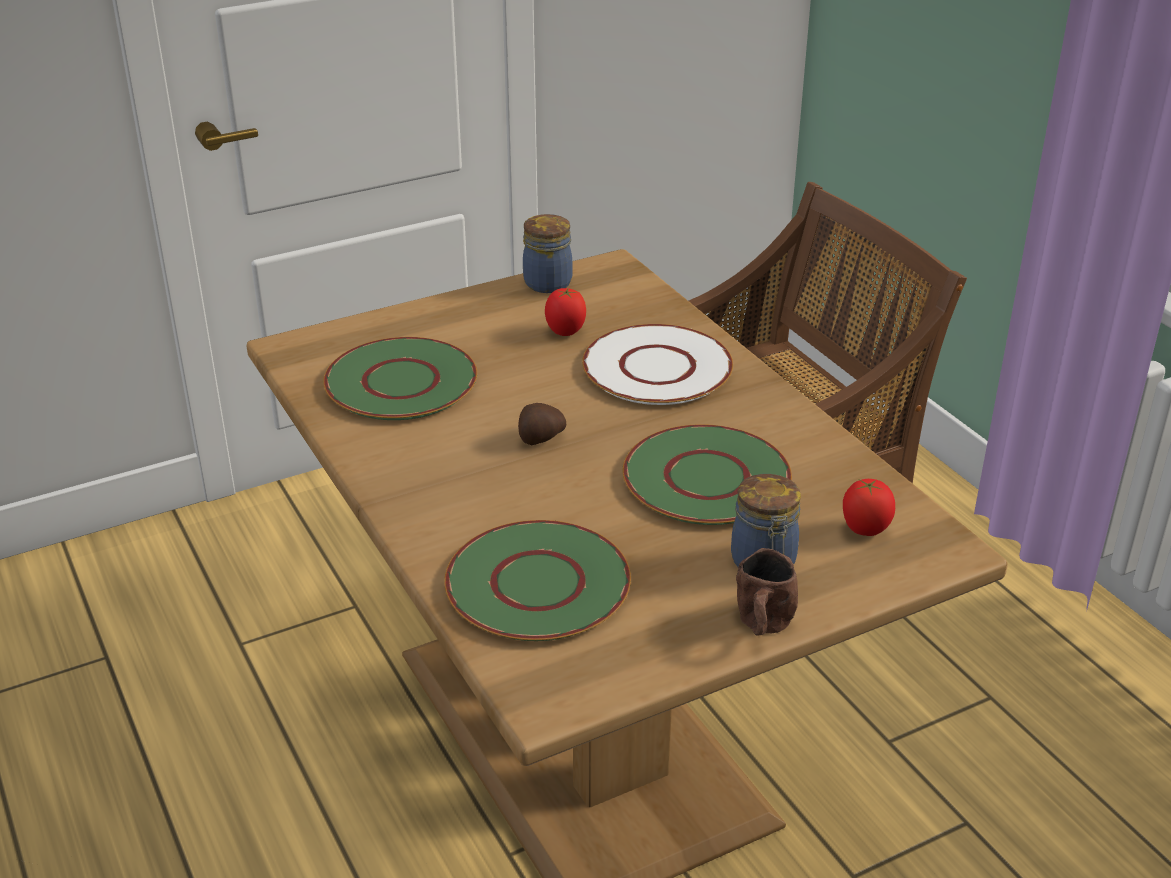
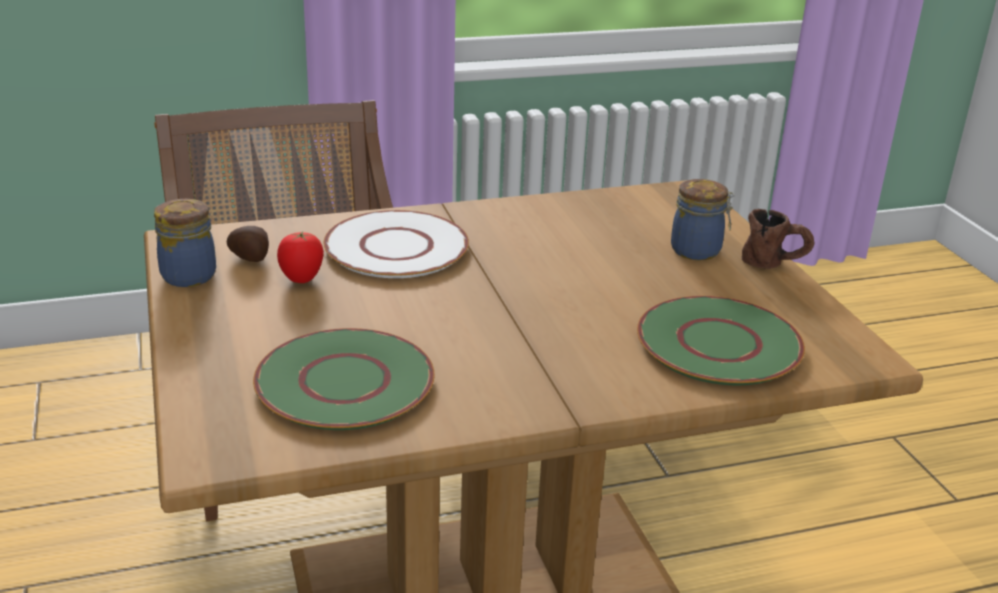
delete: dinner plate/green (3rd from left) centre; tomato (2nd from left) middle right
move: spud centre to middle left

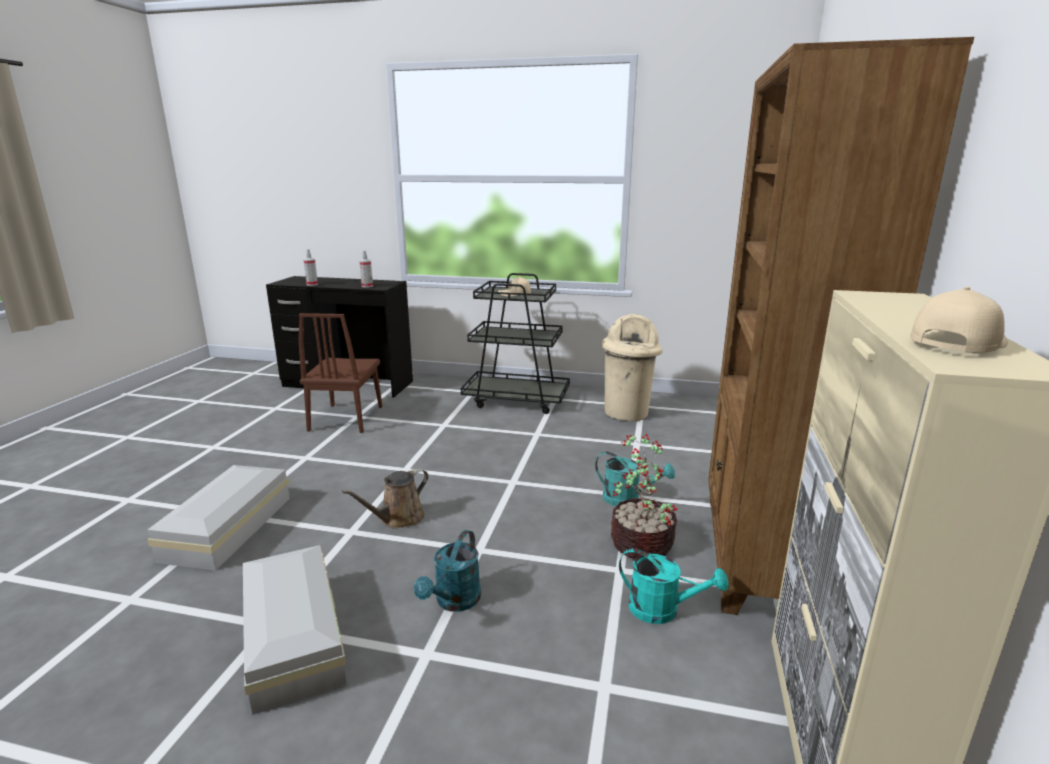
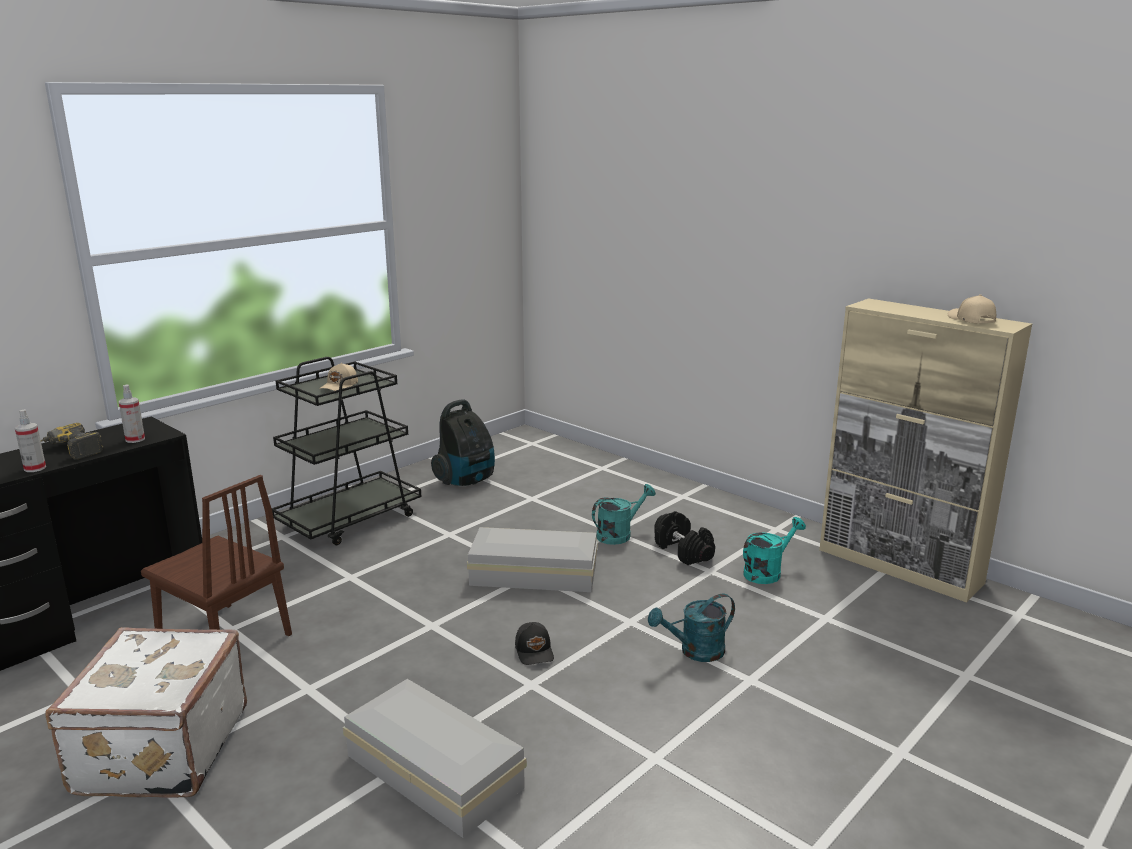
delete: bookcase/brown middle right
insert: drill middle left; piece of luggage/white-coloured bottom left
move: storage bin/white-coloured (2nd from left) bottom left to centre
replace: watering pot/brown centre to baseball cap/black-coloured bottom centre; waste bin/beige centre to vacuum cleaner centre; houseplant centre to hand weight/black-coloured centre
rotate: watering pot/turquoise-coloured (1st from left in the first image) bottom centre = bottom centre 105 degrees clockwise

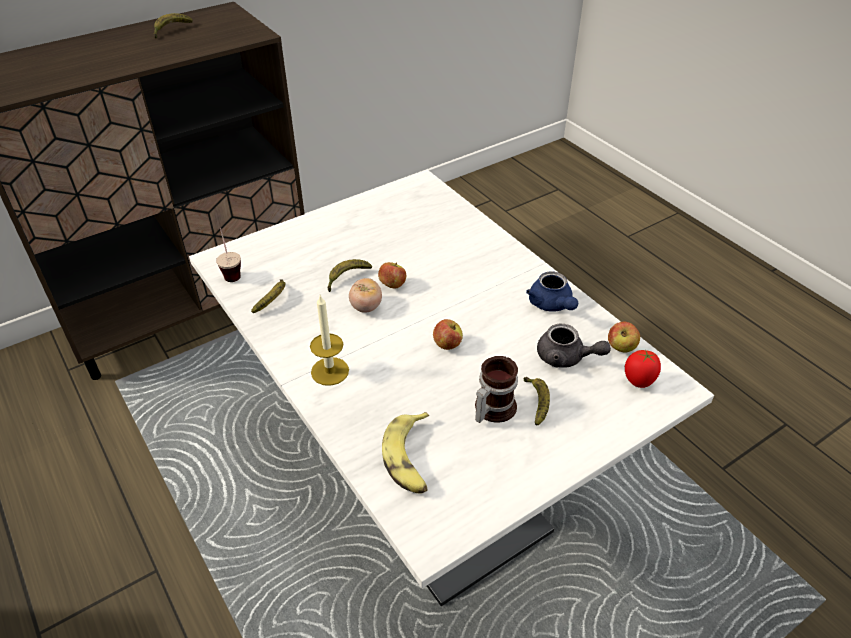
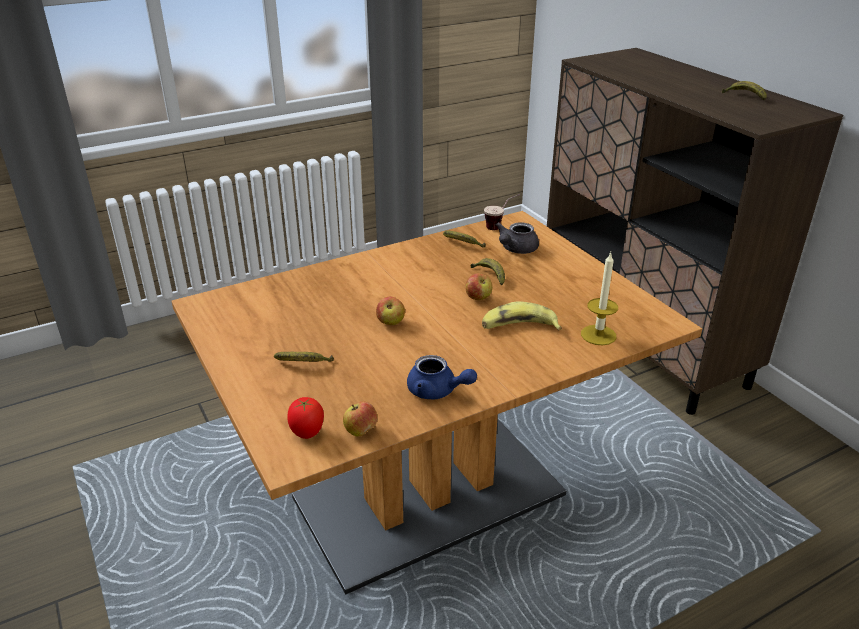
delete: tomato (1st from left) centre; coffee mug centre
move: wax candle centre to middle right; banana fruit (4th from left) bottom centre to centre; teapot/gray middle right to centre
recolor: dinner table/white-coloured centre to dinner table/brown centre
rotate: teapot/bluish centre = centre 135 degrees counterclockwise

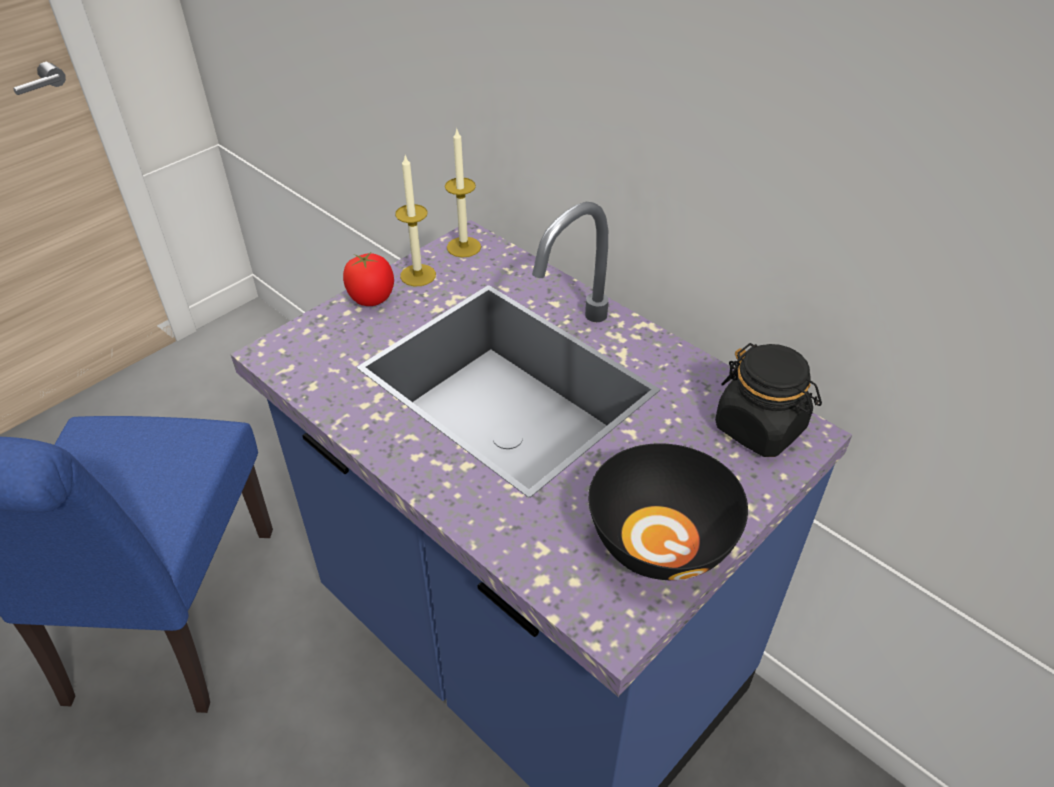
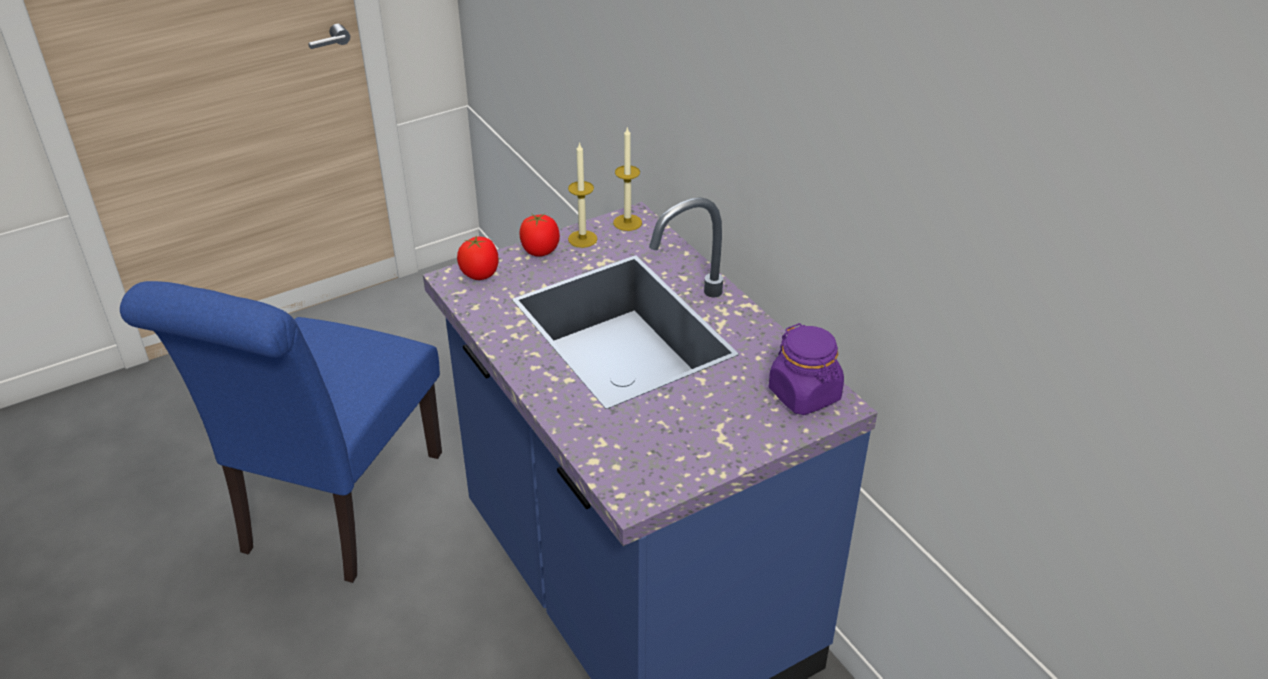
delete: deep dish/black-coloured centre
insert: tomato (1st from left) centre
recolor: preserve jar/black-coloured middle right to preserve jar/purple-coloured centre

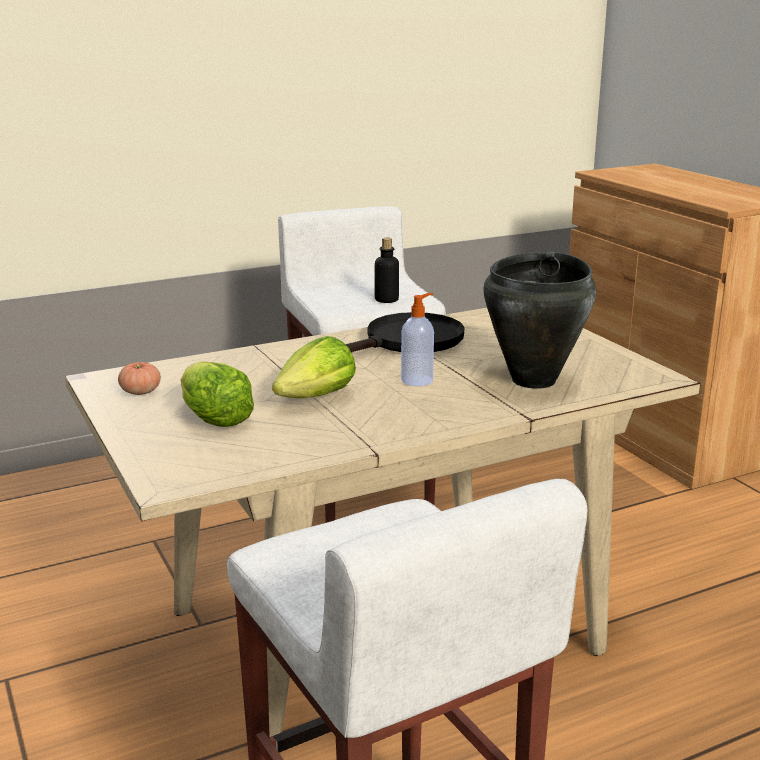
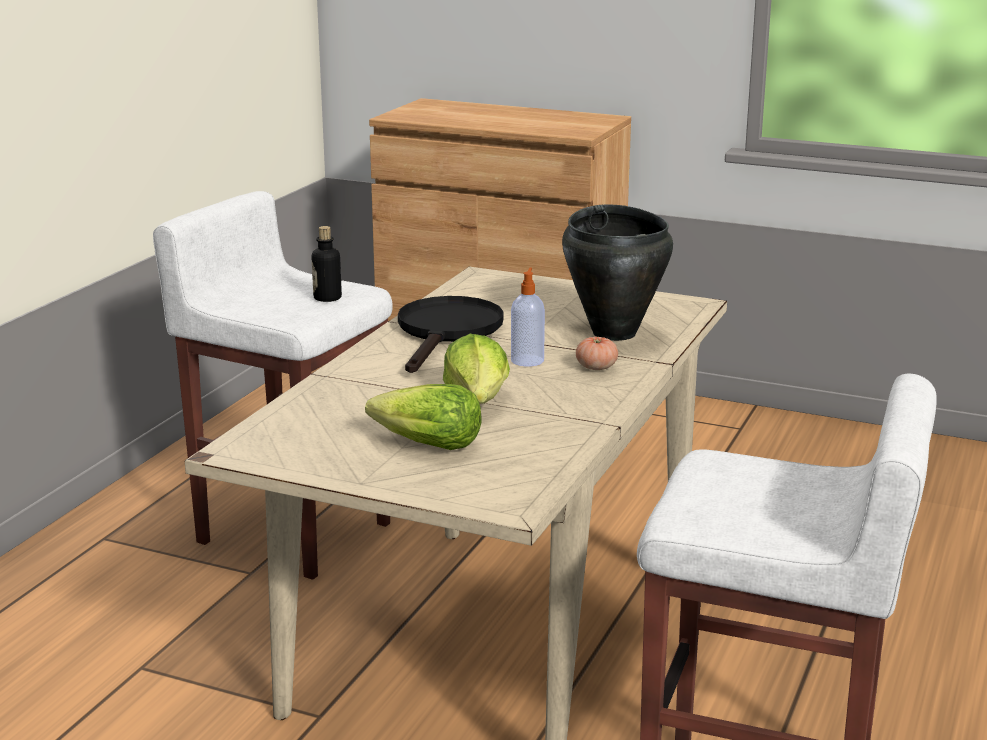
move: tomato middle left to centre

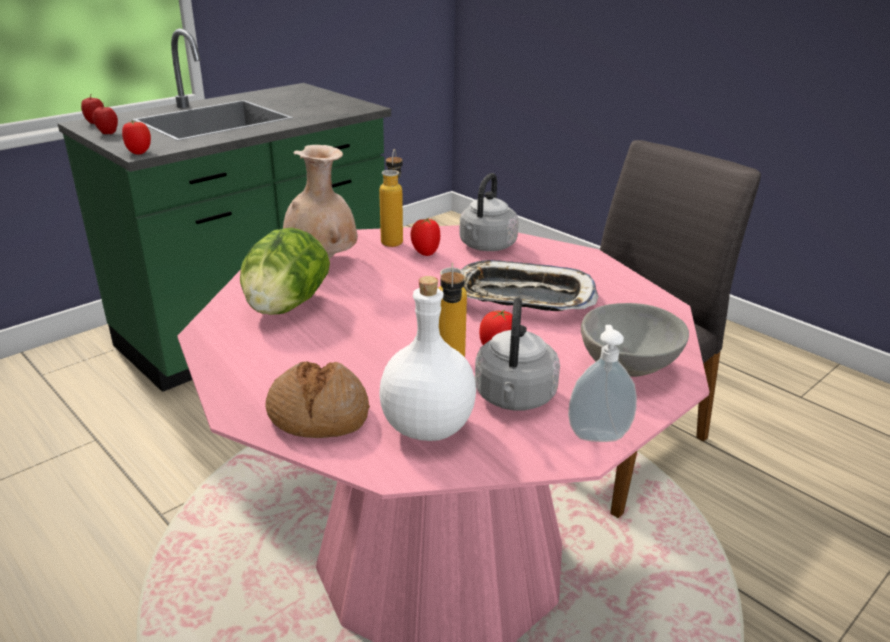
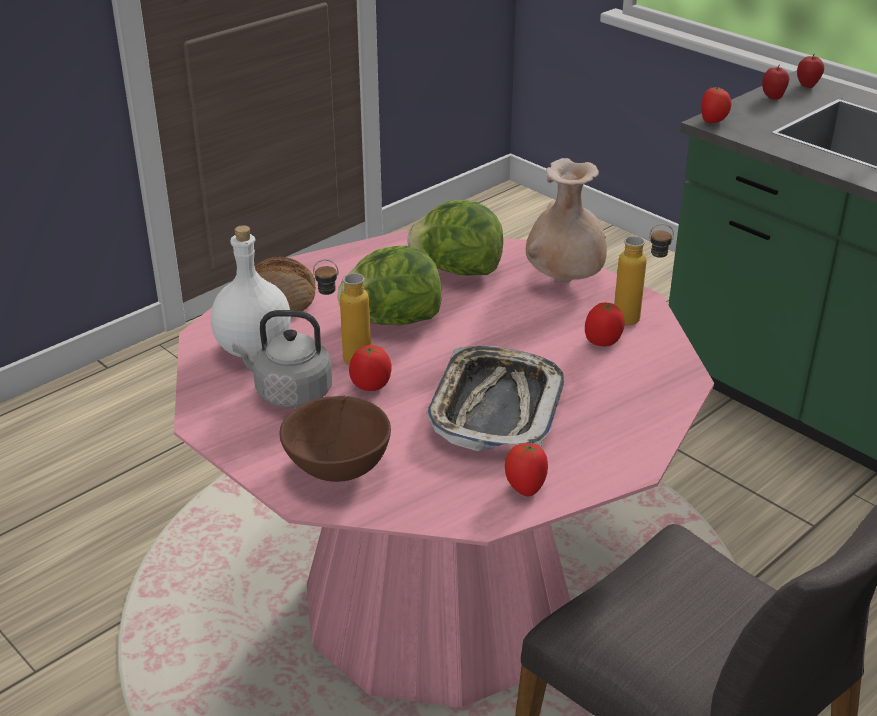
delete: water kettle/gray (1st from left) top centre; soap bottle middle right
insert: head of lettuce (1st from left) centre; tomato (2nd from left) centre
recolor: deep dish/gray middle right to deep dish/brown centre

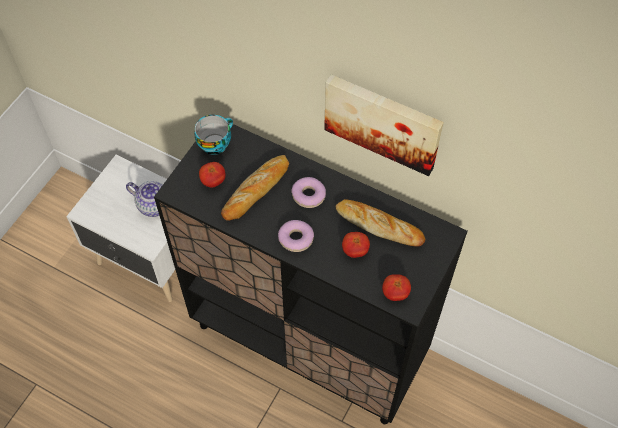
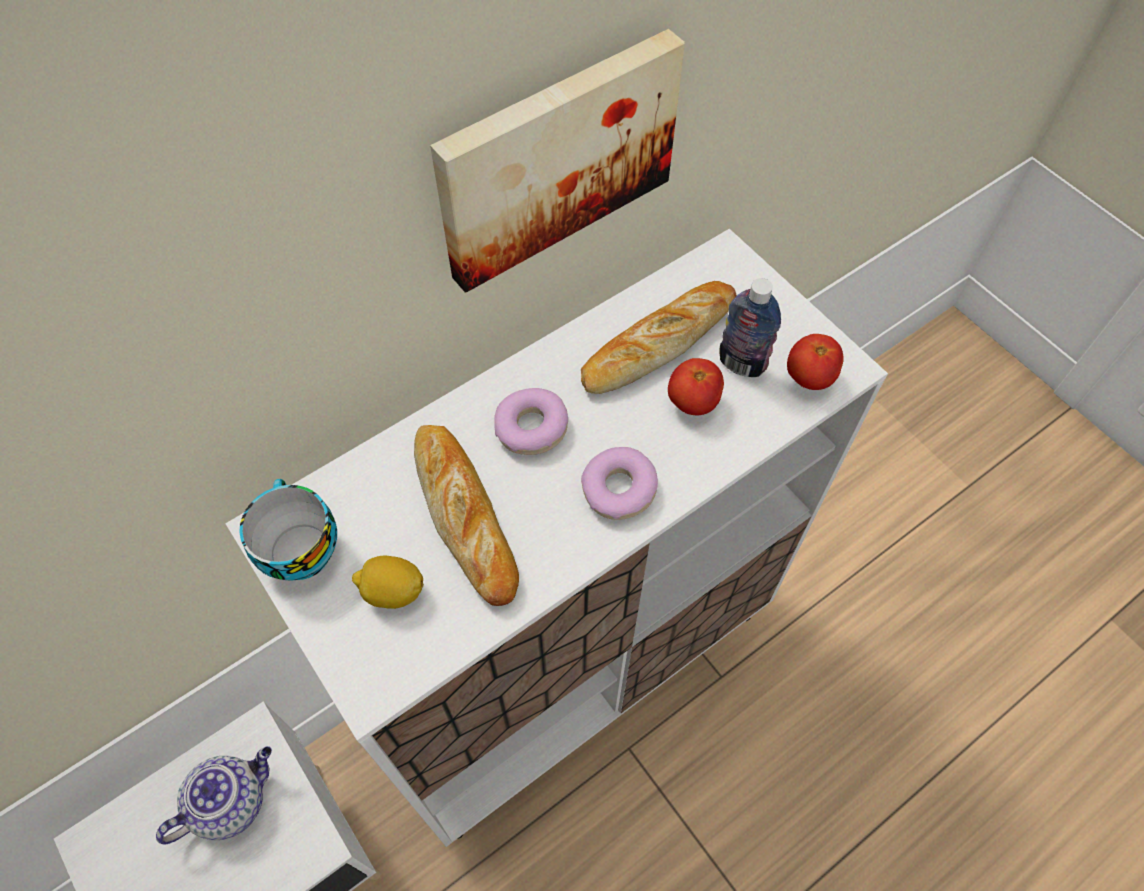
insert: drink bottle centre
replace: tomato (1st from left) centre to citrus fruit centre
recolor: cabinet/black-coloured centre to cabinet/white-coloured centre

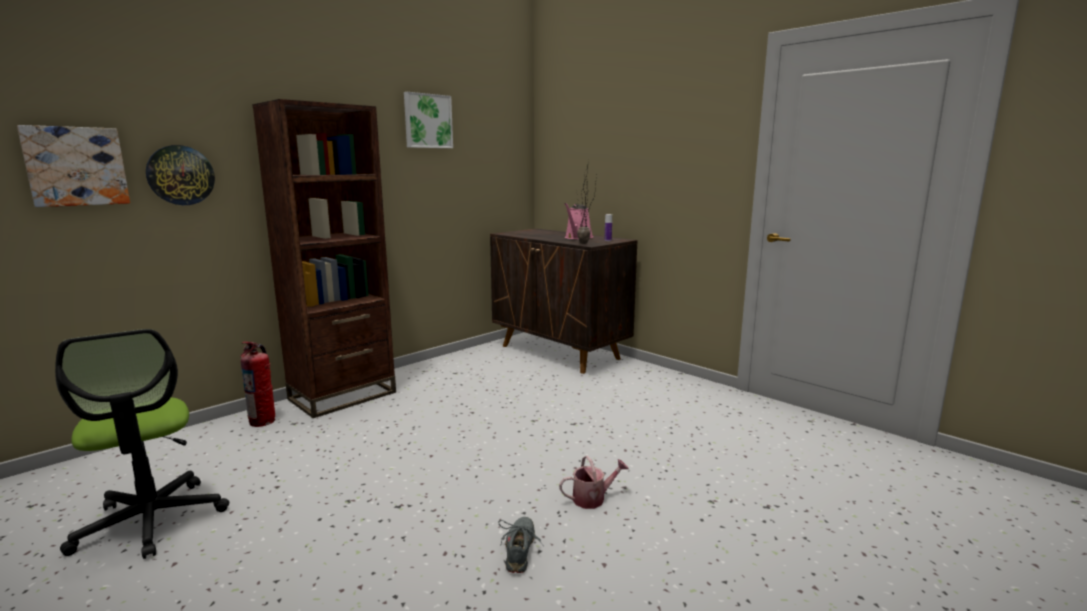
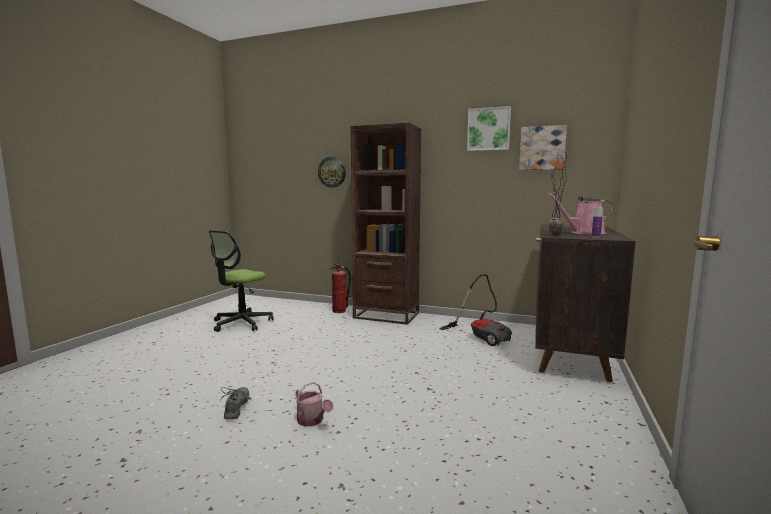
insert: vacuum cleaner centre
move: picture (1st from left in the first image) top left to picture (2nd from left) top right
rotate: shoe/gray bottom centre = bottom left 75 degrees counterclockwise

